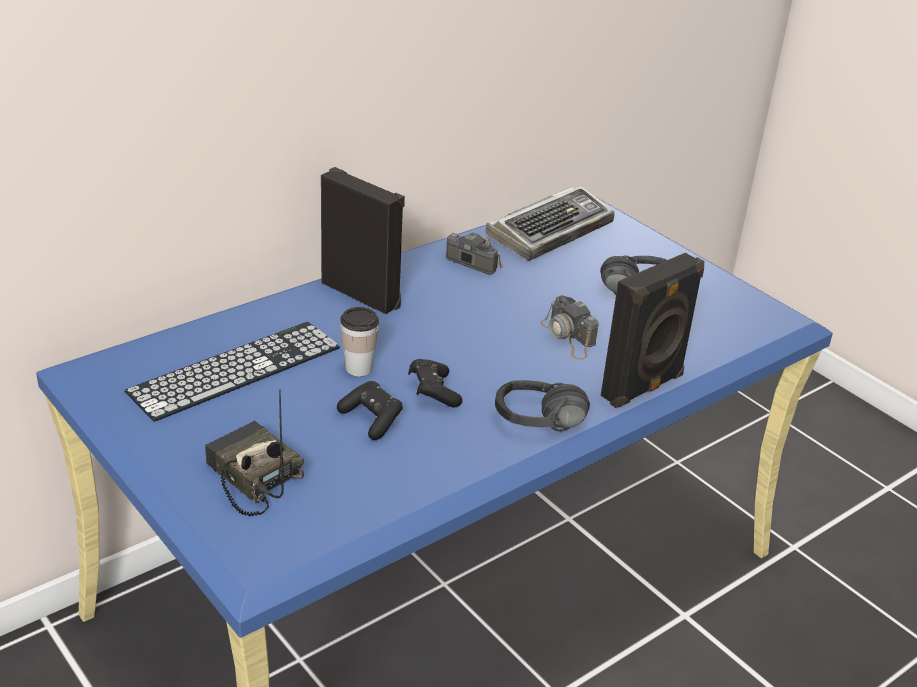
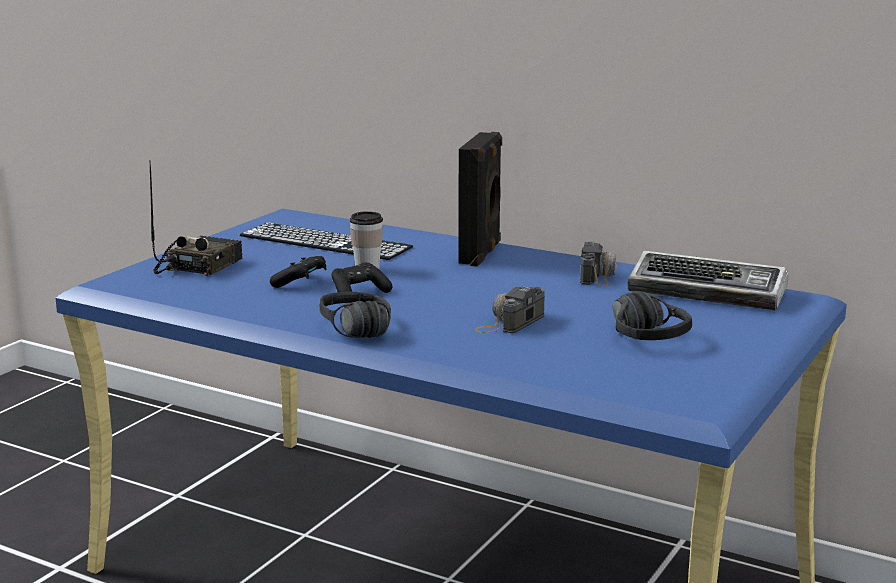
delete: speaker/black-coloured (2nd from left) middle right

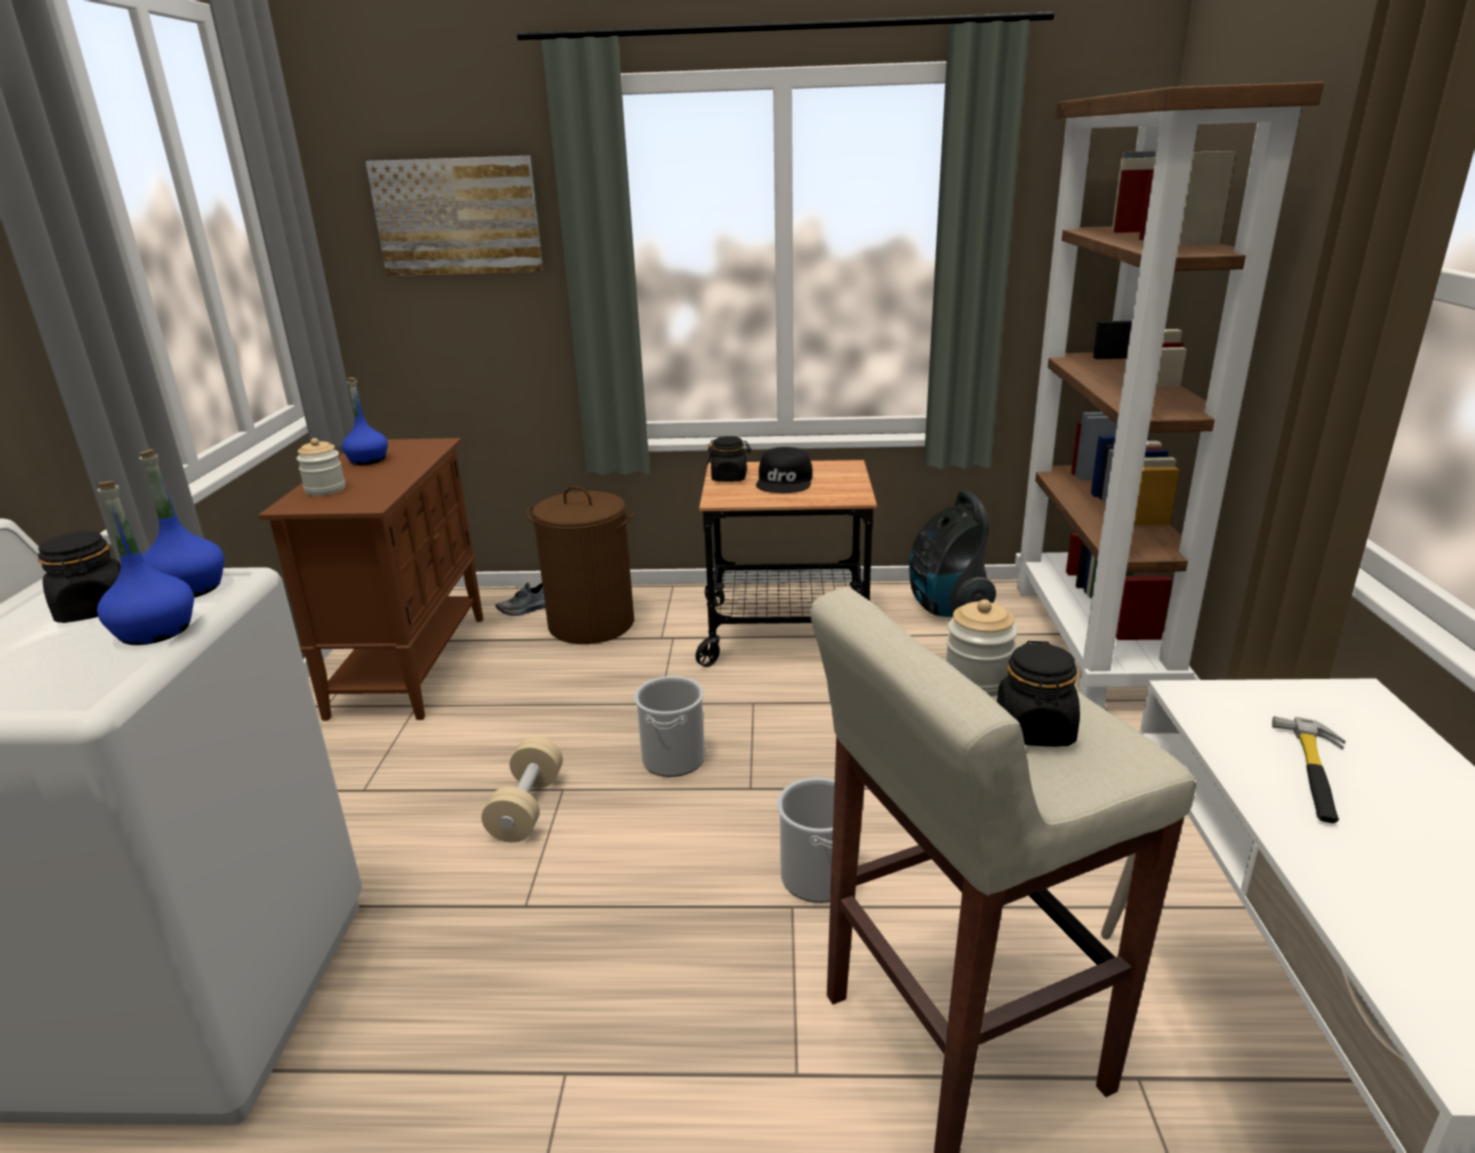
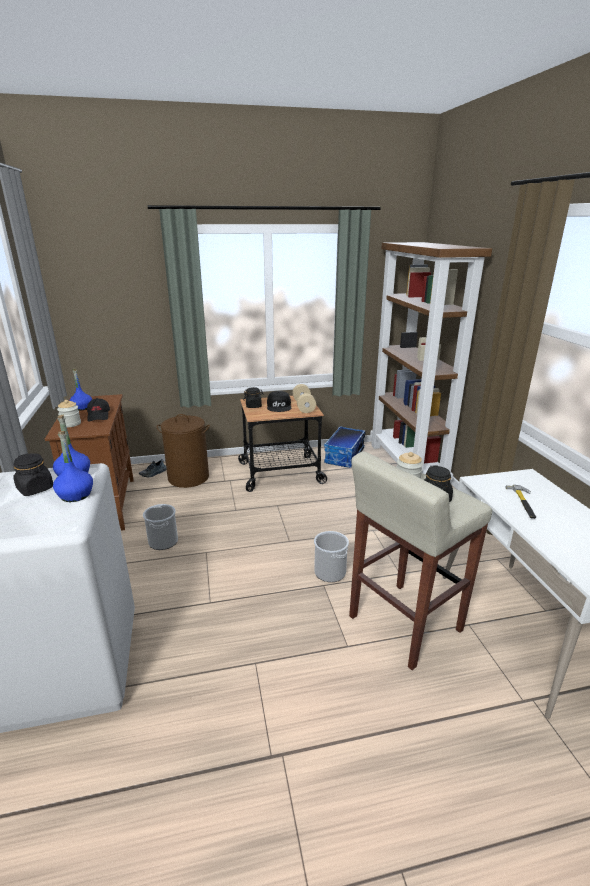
delete: picture top left
insert: baseball cap/black-coloured (1st from left) middle left
move: hand weight/beige bottom centre to centre; pail (1st from left) centre to middle left
replace: vacuum cleaner centre to storage bin centre

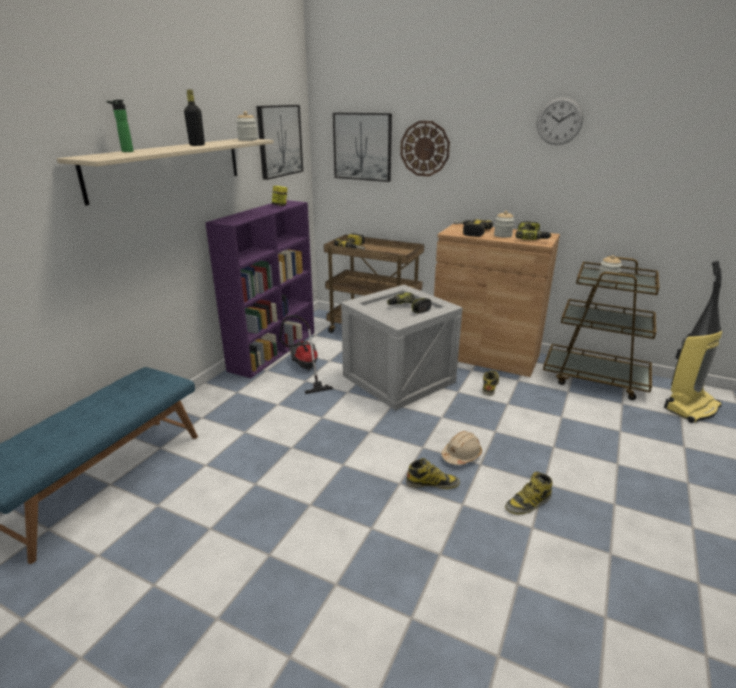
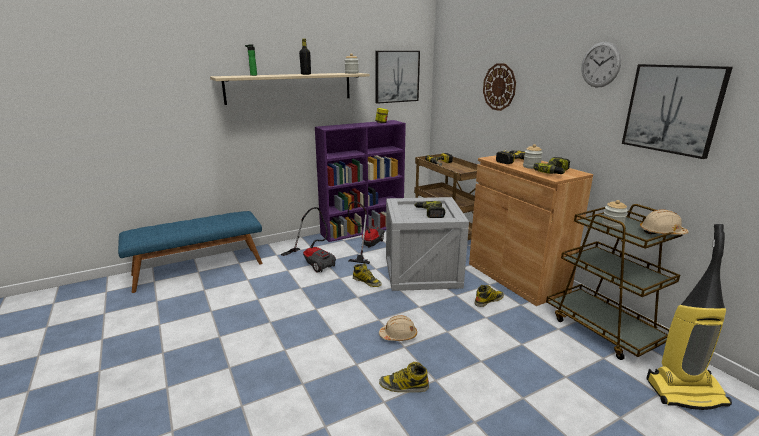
insert: vacuum cleaner (1st from left) centre; hard hat/beige (2nd from left) middle right
move: picture (2nd from left) top centre to top right; boot (1st from left) bottom centre to centre

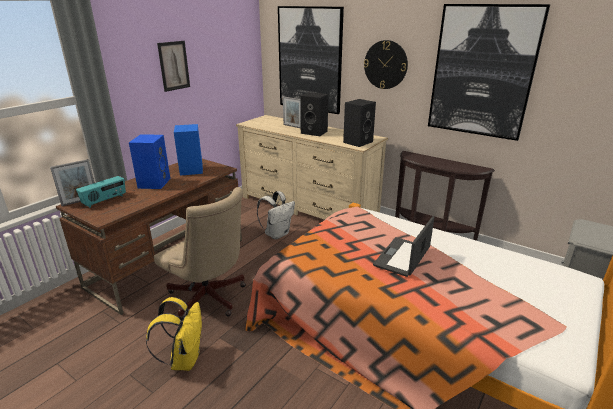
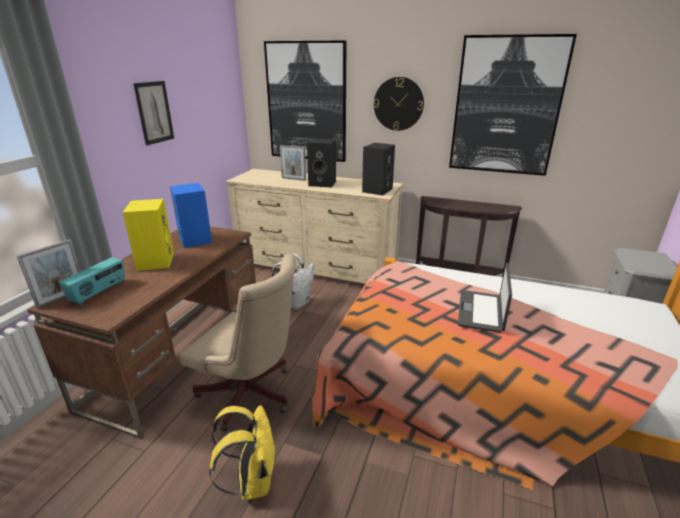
recolor: speaker/bluish (1st from left) middle left to speaker/yellowish middle left

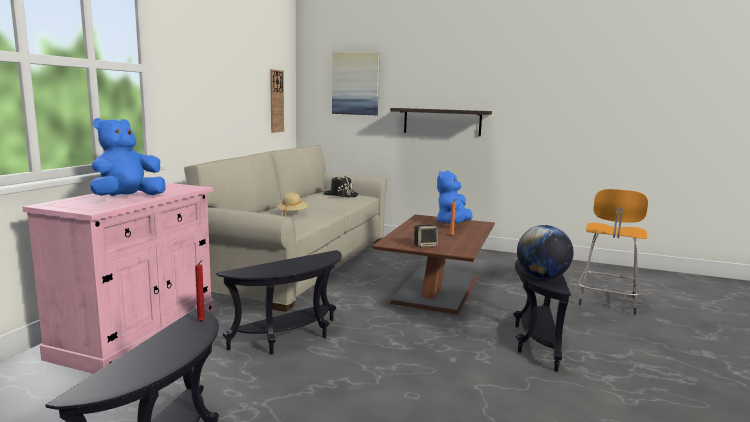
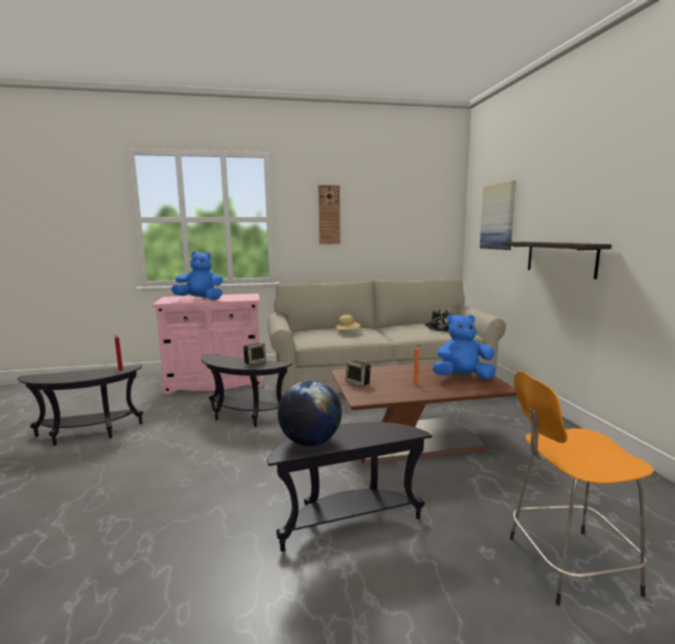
insert: speaker (1st from left) centre
move: wall clock top centre to centre

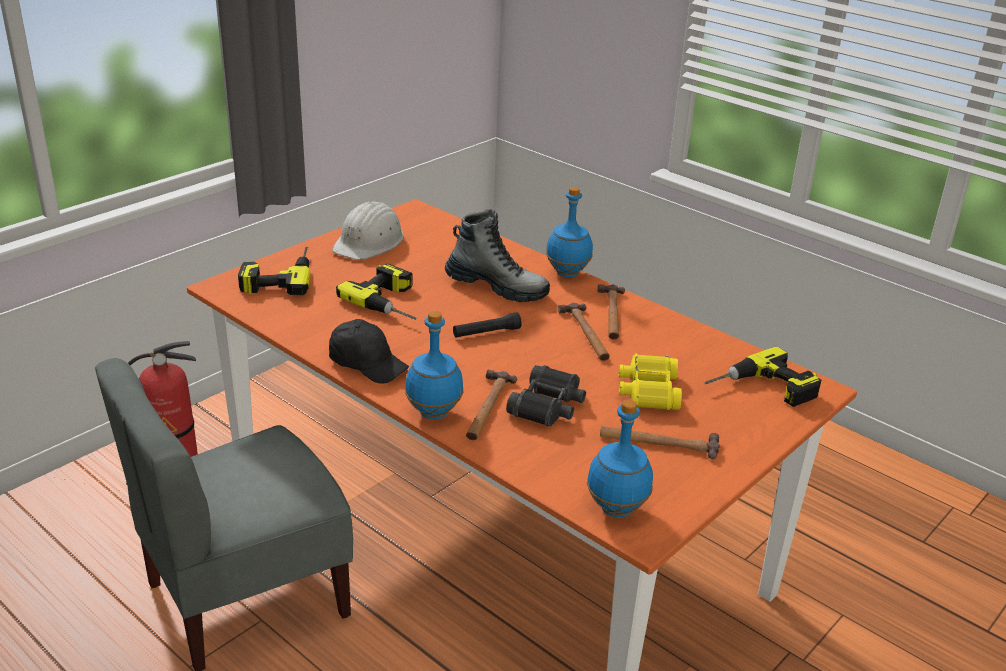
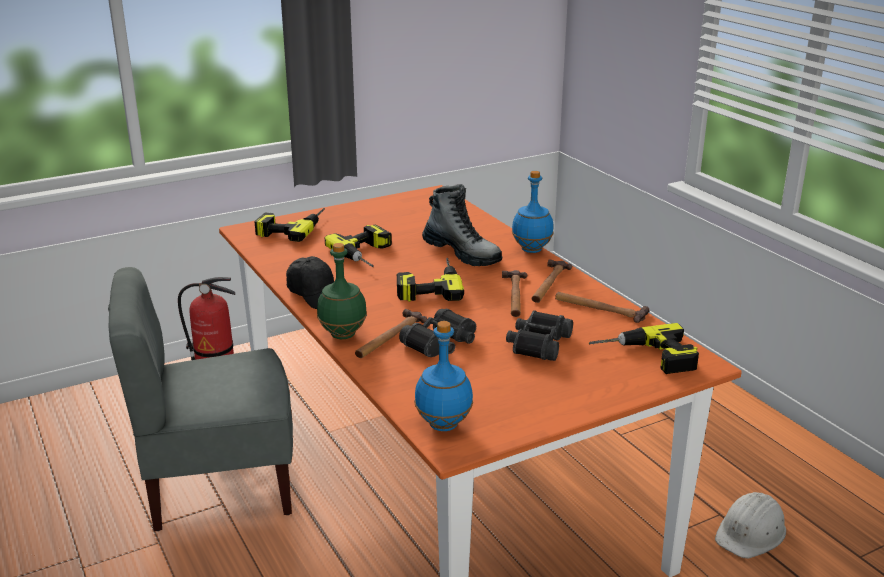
move: hard hat/white-coloured centre to bottom right; hammer (4th from left) centre to middle right
replace: flashlight/black-coloured centre to drill (3rd from left) centre
recolor: drink bottle/bluish (1st from left) centre to drink bottle/green centre; pair of binoculars/yellowish centre to pair of binoculars/black-coloured (2nd from left) centre

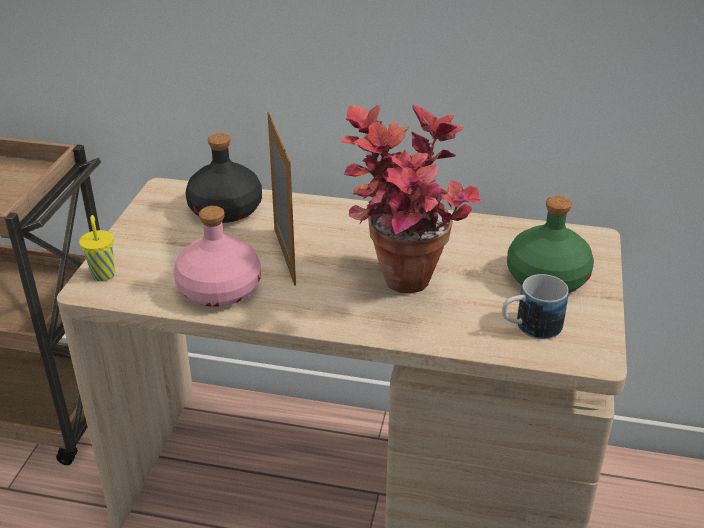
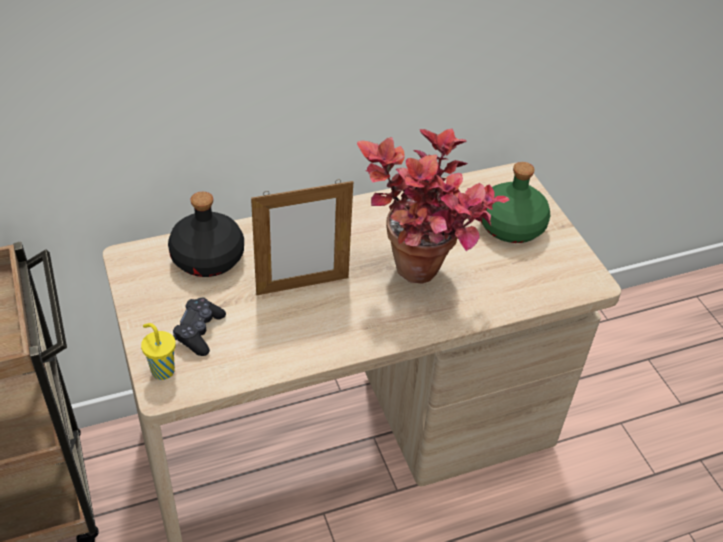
delete: drink bottle/pinkish middle left; coffee mug middle right
insert: joypad/black-coloured middle left
rotate: standing frame centre = centre 120 degrees clockwise

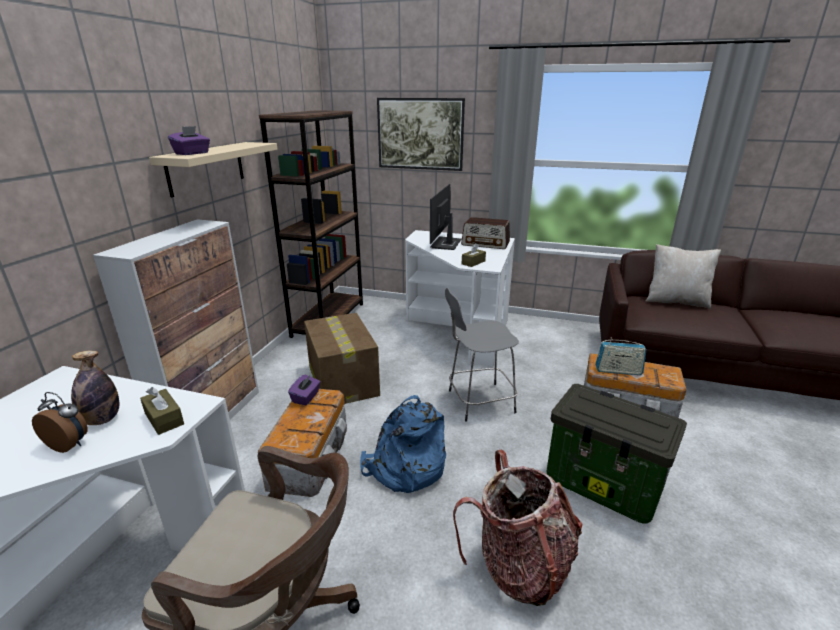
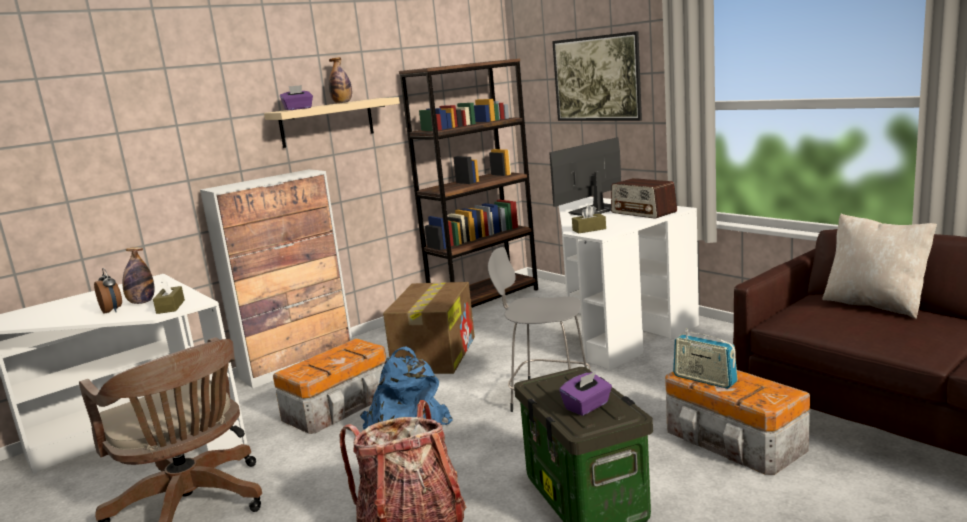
insert: drink bottle (2nd from left) top centre
move: tissue box/purple-coloured (2nd from left) centre to bottom centre

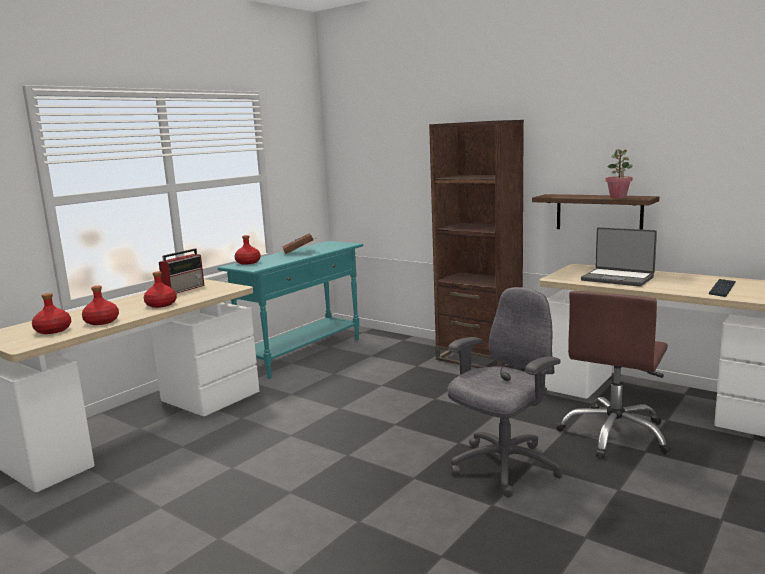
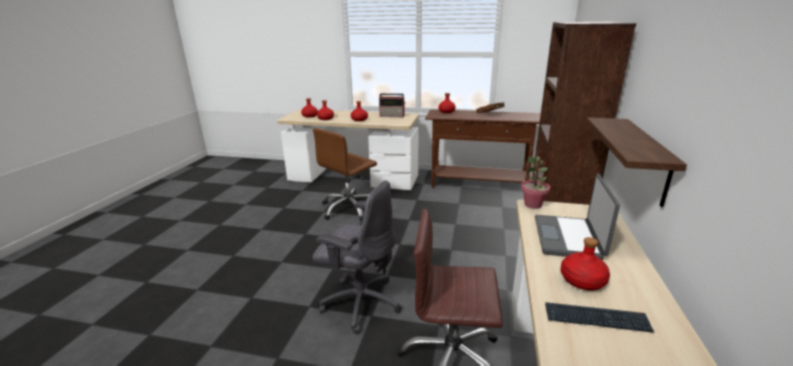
insert: computer chair/brown (1st from left) centre; drink bottle/red (5th from left) bottom right
move: houseplant top right to middle right
recolor: hall table/turquoise-coloured centre to hall table/brown centre

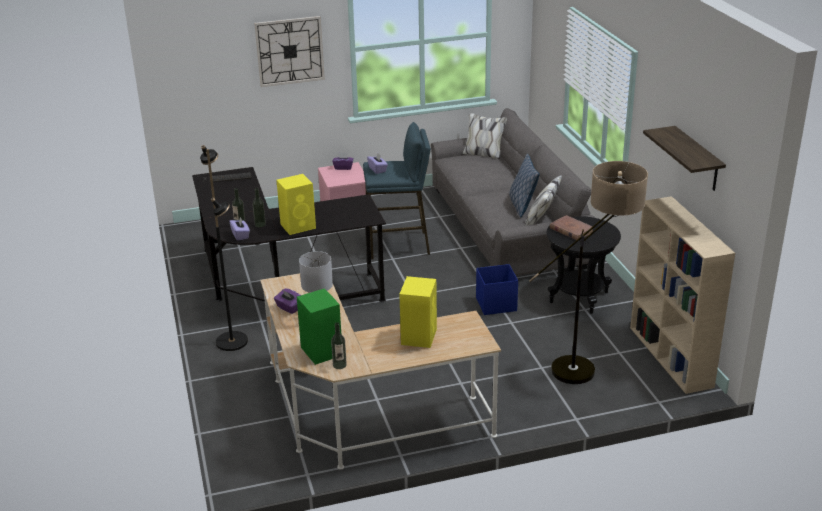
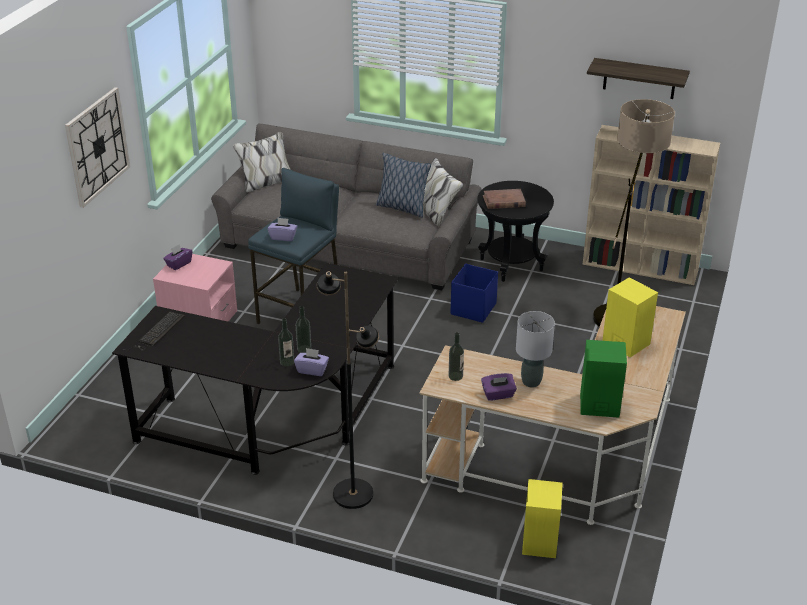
move: speaker/yellowish (1st from left) centre to bottom right; drink bottle (3rd from left) bottom centre to centre

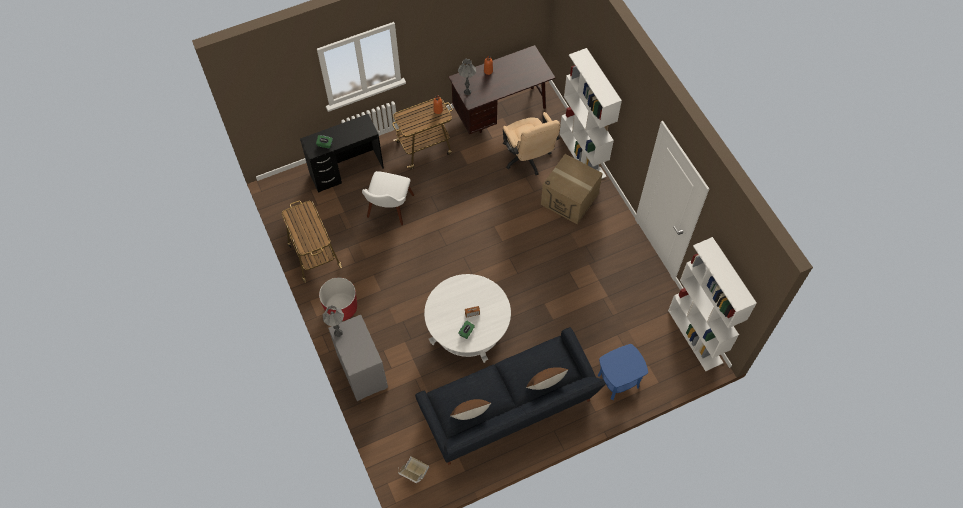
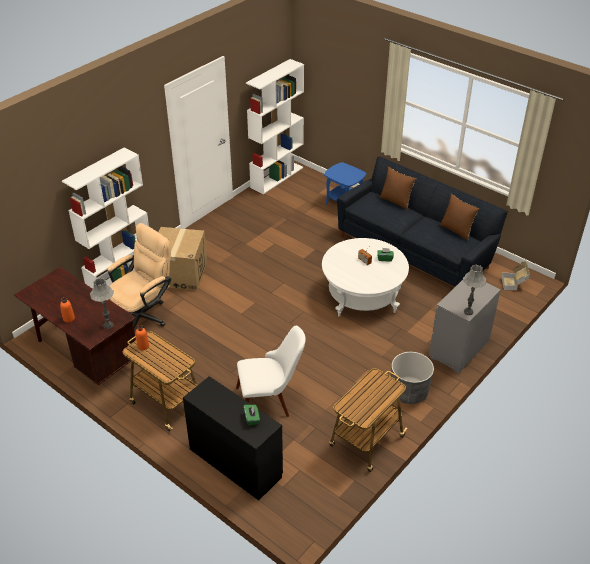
recolor: planter/red centre to planter/gray bottom right

